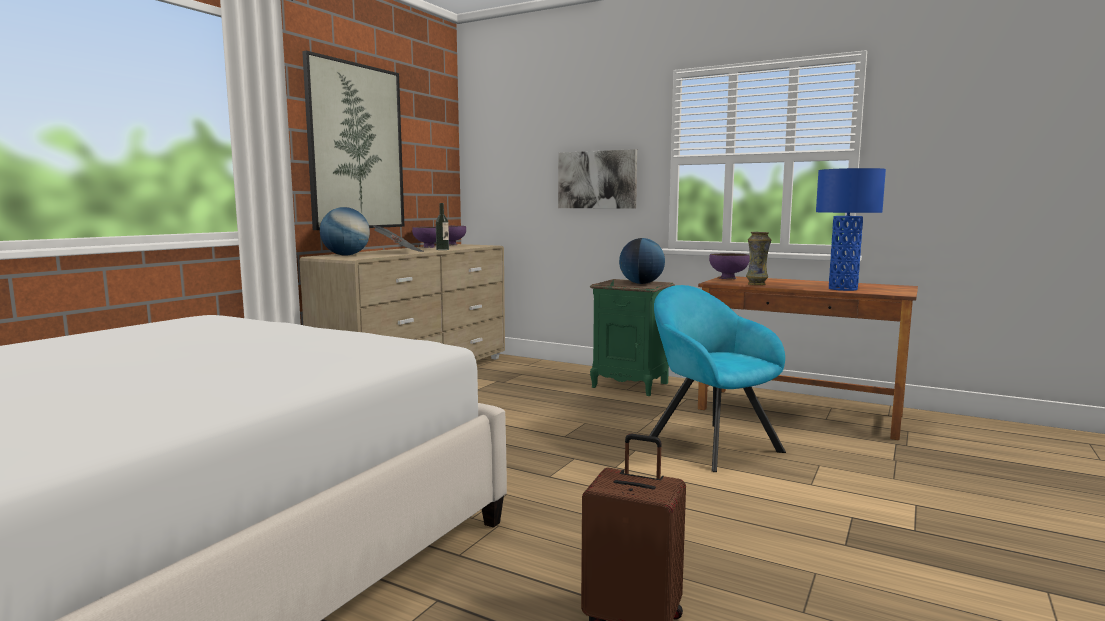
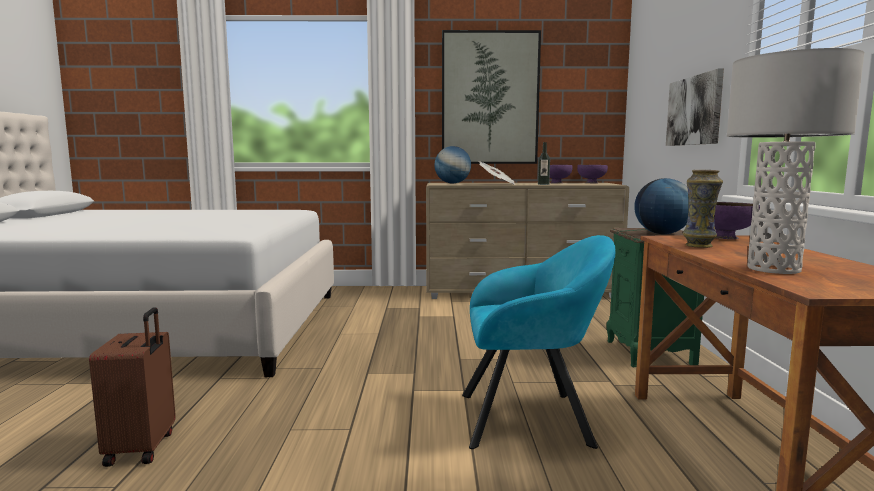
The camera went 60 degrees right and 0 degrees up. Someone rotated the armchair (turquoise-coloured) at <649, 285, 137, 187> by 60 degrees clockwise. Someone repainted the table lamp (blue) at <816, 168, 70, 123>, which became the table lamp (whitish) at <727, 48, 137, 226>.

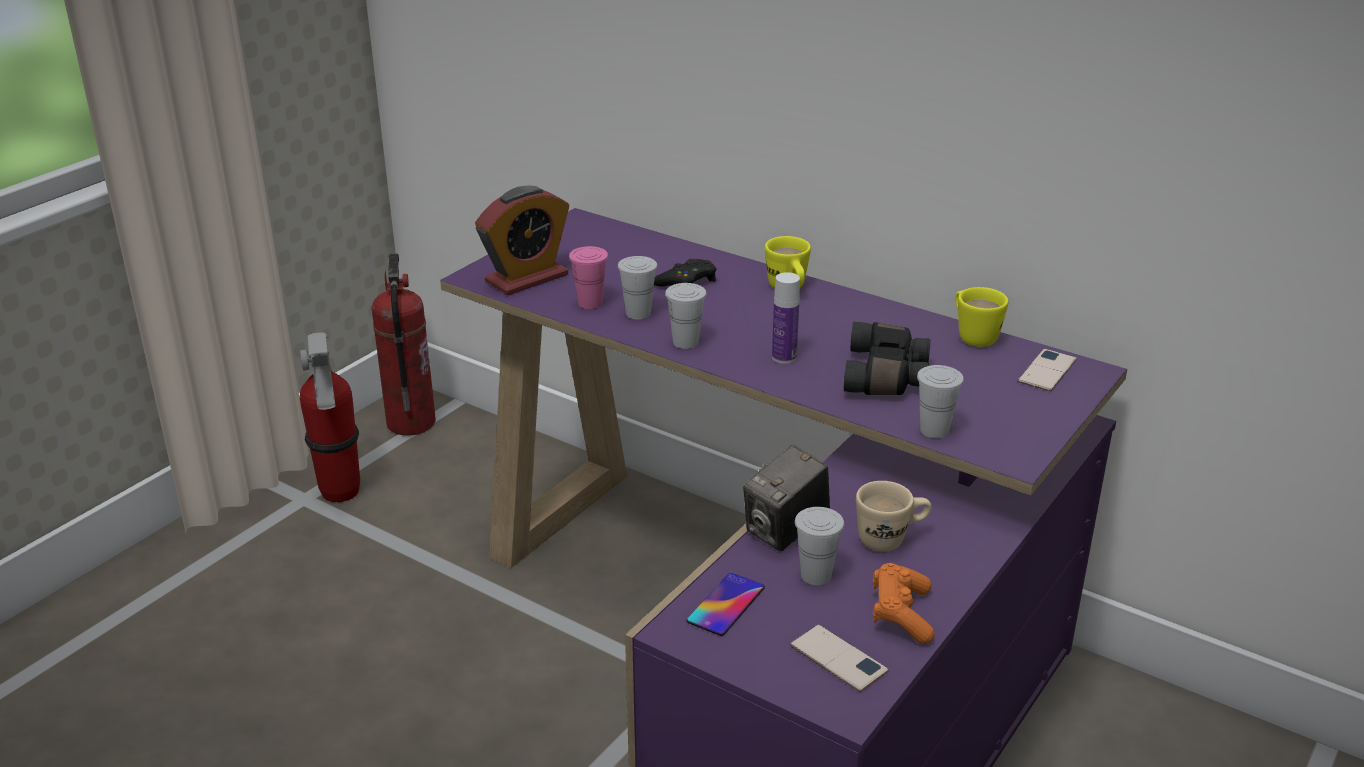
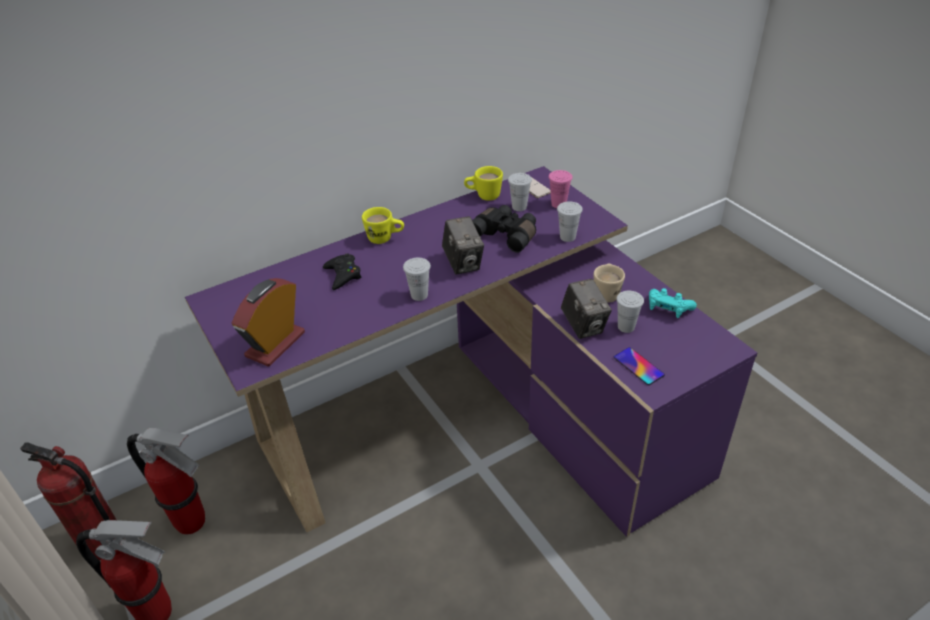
The camera went 65 degrees left and 10 degrees up. Someone rotated the bedside clock at <475, 185, 94, 111> by 135 degrees counterclockwise. Someone carried the small cup (pink-coloured) from <569, 246, 39, 63> to <549, 170, 24, 38>. Someone carried the small cup (whitish) from <618, 256, 39, 64> to <508, 173, 24, 38>. Someone swapped the drink bottle at <772, 272, 28, 92> for the photo camera at <442, 216, 42, 59>. Someone took away the handset at <790, 625, 98, 67>. Someone repainted the joypad (orange-coloured) at <873, 563, 61, 81>, which became the joypad (turquoise-coloured) at <649, 288, 48, 30>. Someone put down the extinguisher at <127, 428, 78, 106>.

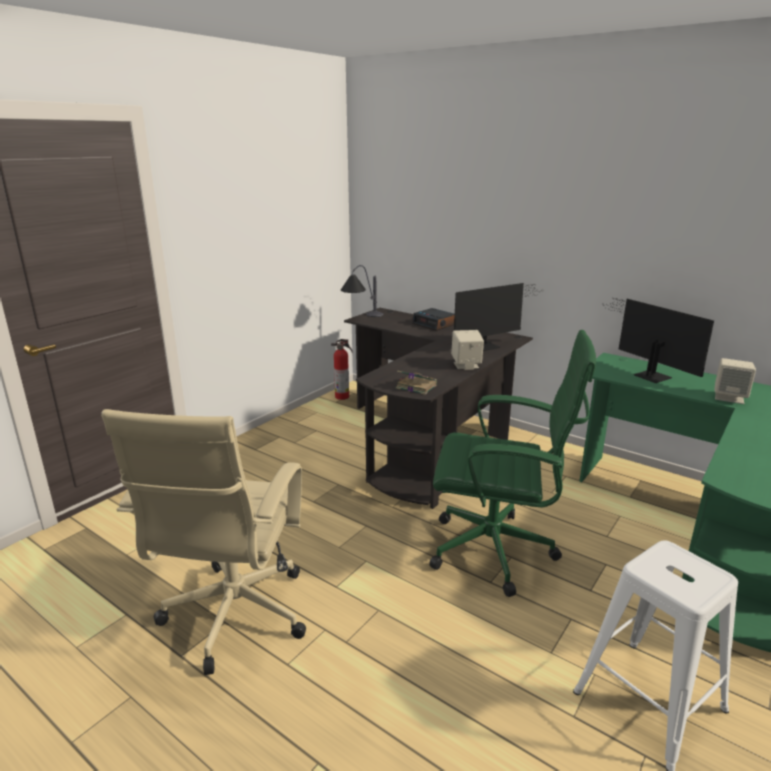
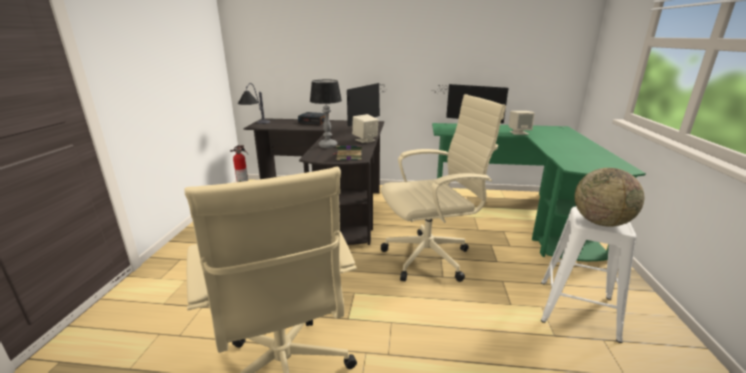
The camera went 30 degrees left and 0 degrees up. Someone repainted the office chair (green-coloured) at <429, 330, 167, 267>, which became the office chair (beige-coloured) at <381, 94, 125, 188>. Someone put down the table lamp at <310, 79, 32, 69>. Someone put down the desk globe at <575, 168, 69, 59>.

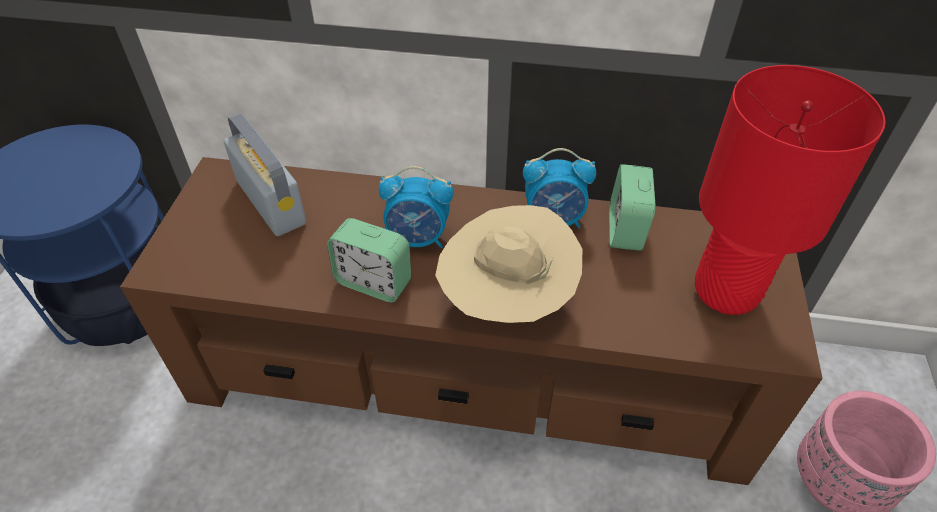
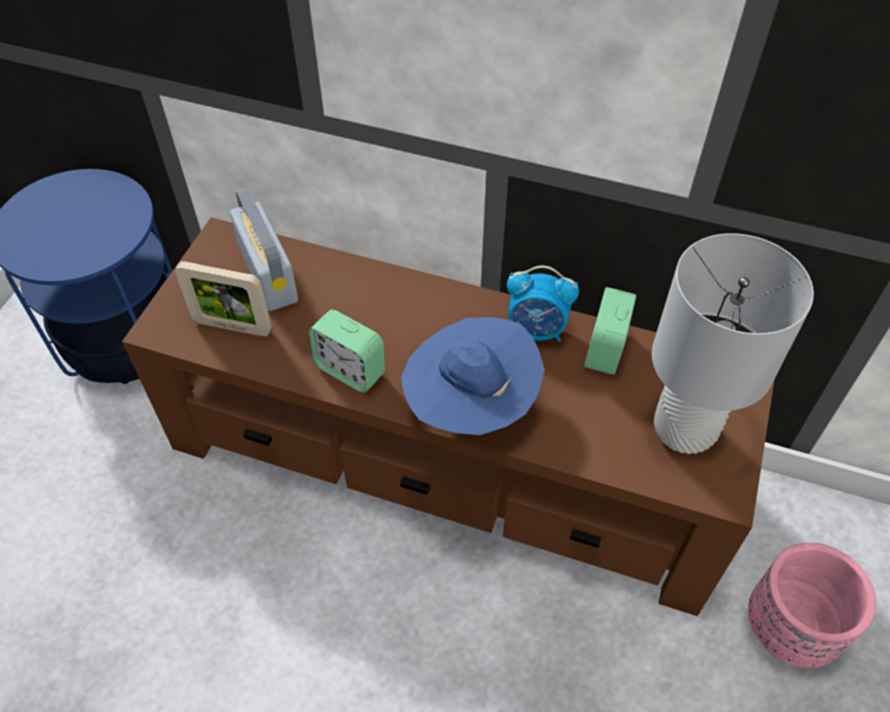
The camera went 10 degrees right and 5 degrees up. Someone took away the bedside clock at <379, 166, 74, 82>. Someone repainted the wearable hat (beige-coloured) at <435, 205, 147, 118>, which became the wearable hat (blue) at <401, 317, 144, 118>. Someone repainted the table lamp (red-coloured) at <695, 65, 190, 250>, which became the table lamp (greyish) at <652, 233, 162, 221>. Someone put down the picture frame at <175, 261, 97, 76>.

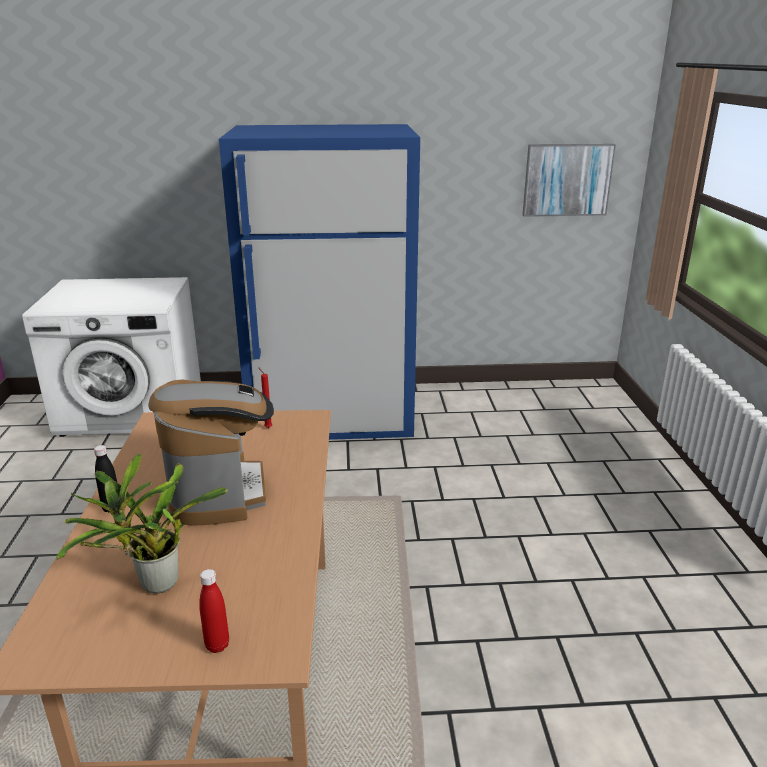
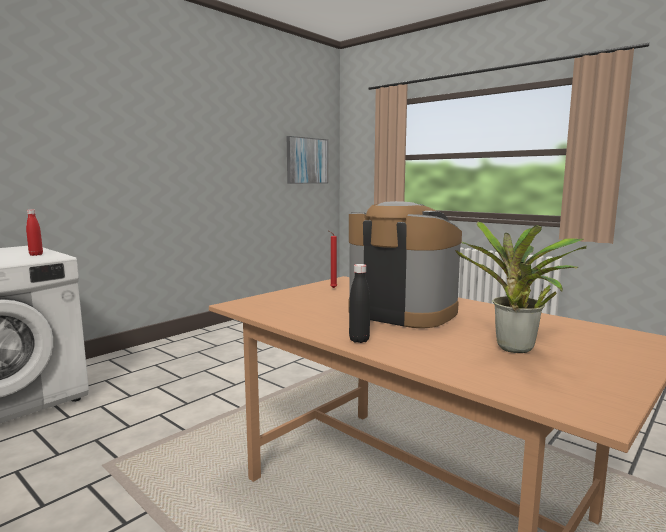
The camera went 45 degrees left and 15 degrees down. Someone carried the drink bottle (red-coloured) from <199, 569, 30, 84> to <26, 209, 17, 47>. Someone took away the fridge (blue) at <219, 124, 201, 316>.

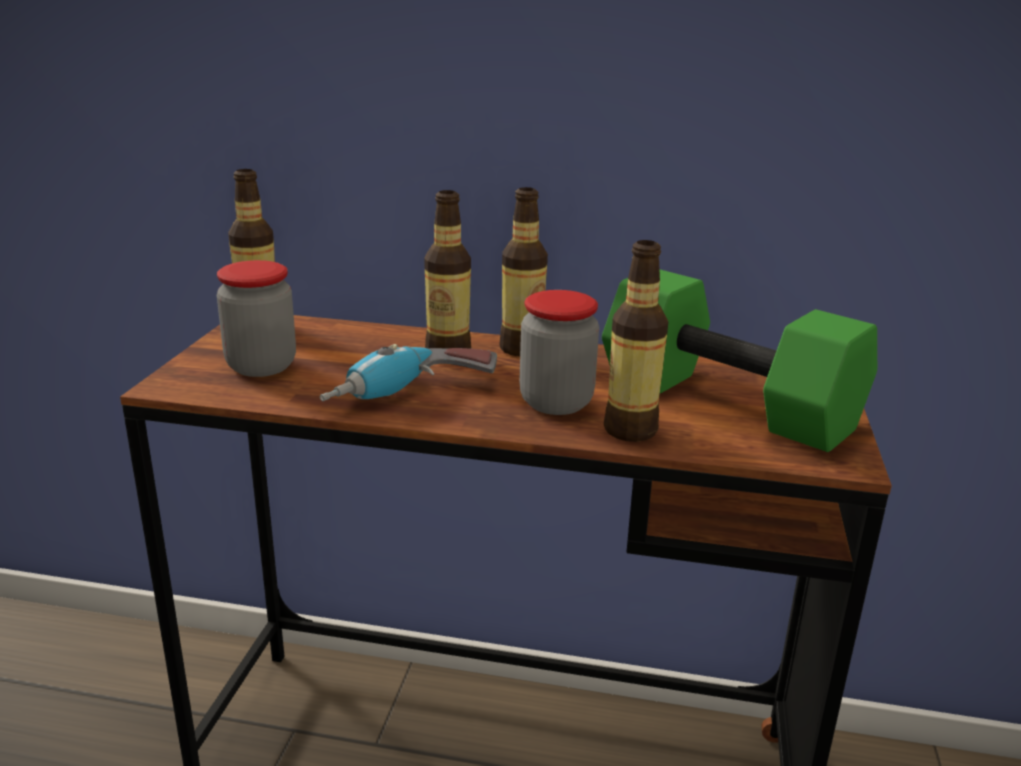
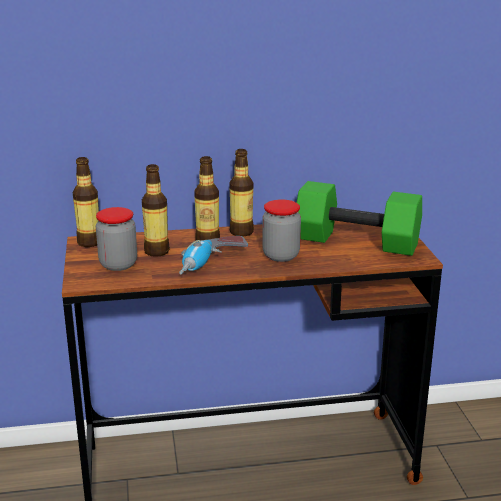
The camera went 20 degrees left and 0 degrees up. Someone carried the drink bottle from <604, 240, 64, 202> to <142, 164, 28, 93>.

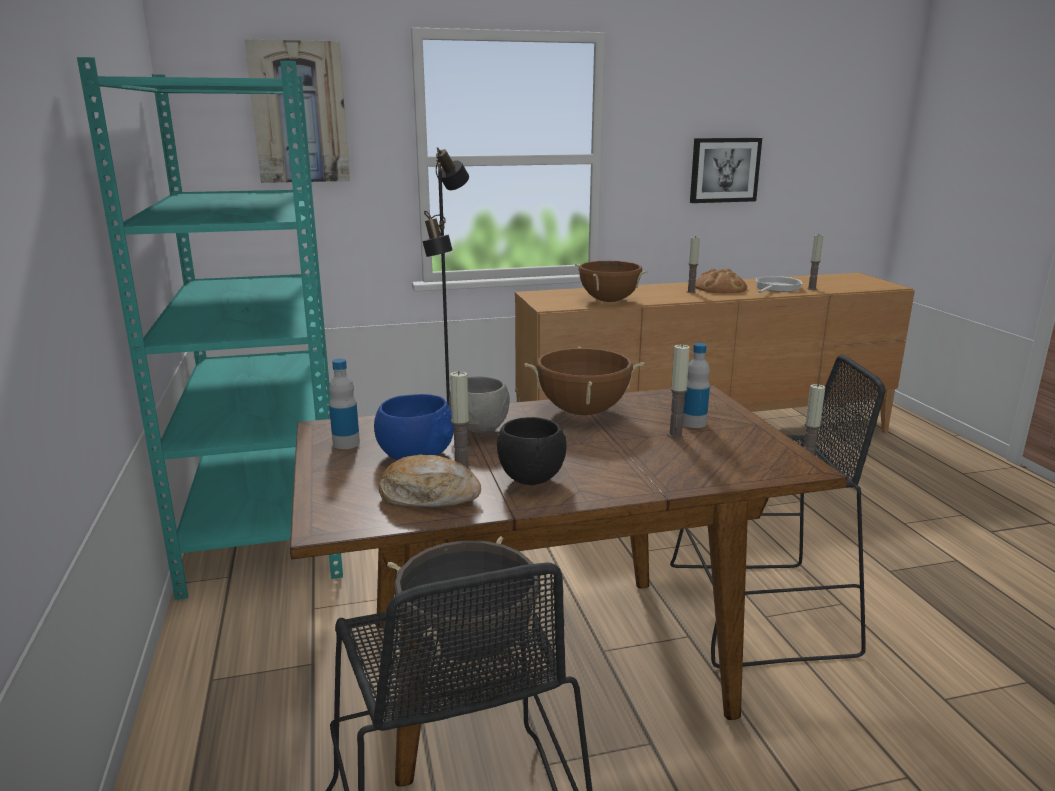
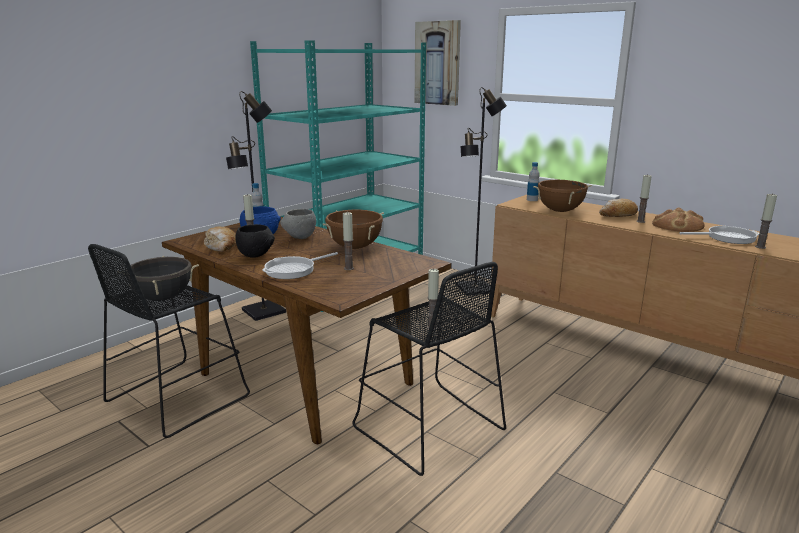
The camera went 55 degrees right and 0 degrees up. Someone carried the drink bottle from <683, 343, 27, 85> to <527, 162, 13, 39>. Someone took away the wall picture at <690, 138, 72, 65>. Someone put down the standard lamp (blackish) at <226, 91, 60, 230>. Someone put down the pan at <262, 252, 76, 27>. Someone put down the bakery bread at <599, 199, 39, 18>.

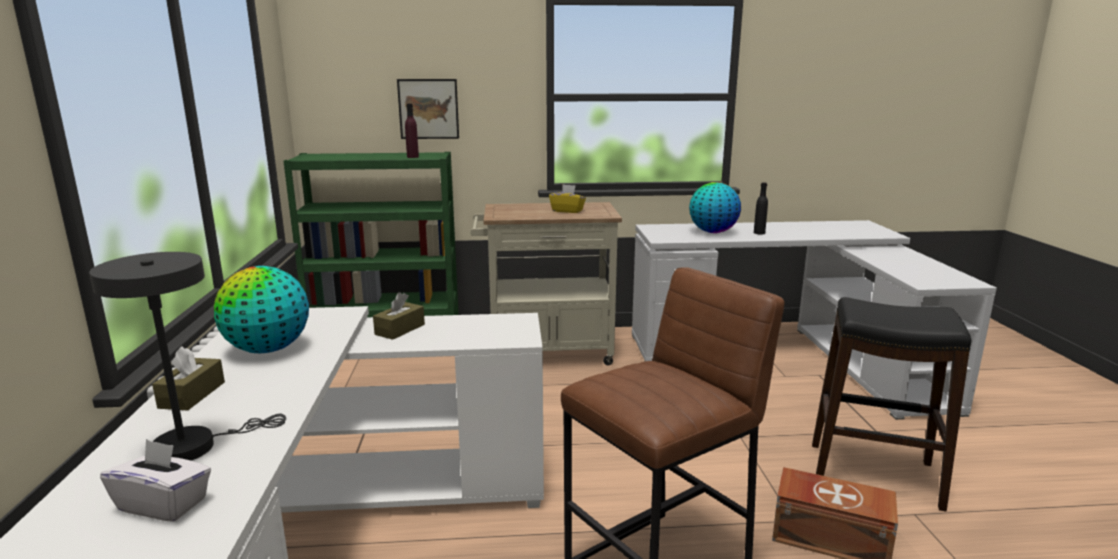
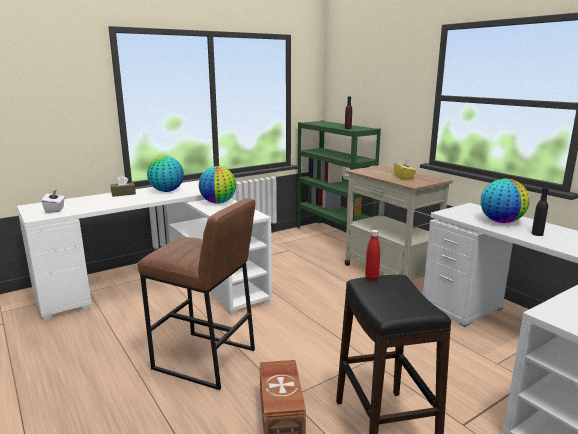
The camera went 60 degrees right and 0 degrees up. Someone took away the table lamp (greyish) at <89, 252, 197, 209>. Someone swapped the box of tissues (brownish) at <373, 292, 52, 48> for the desk globe at <199, 166, 37, 38>. Someone took away the wall picture at <397, 79, 62, 60>. Someone put down the drink bottle (red-coloured) at <365, 230, 15, 51>.

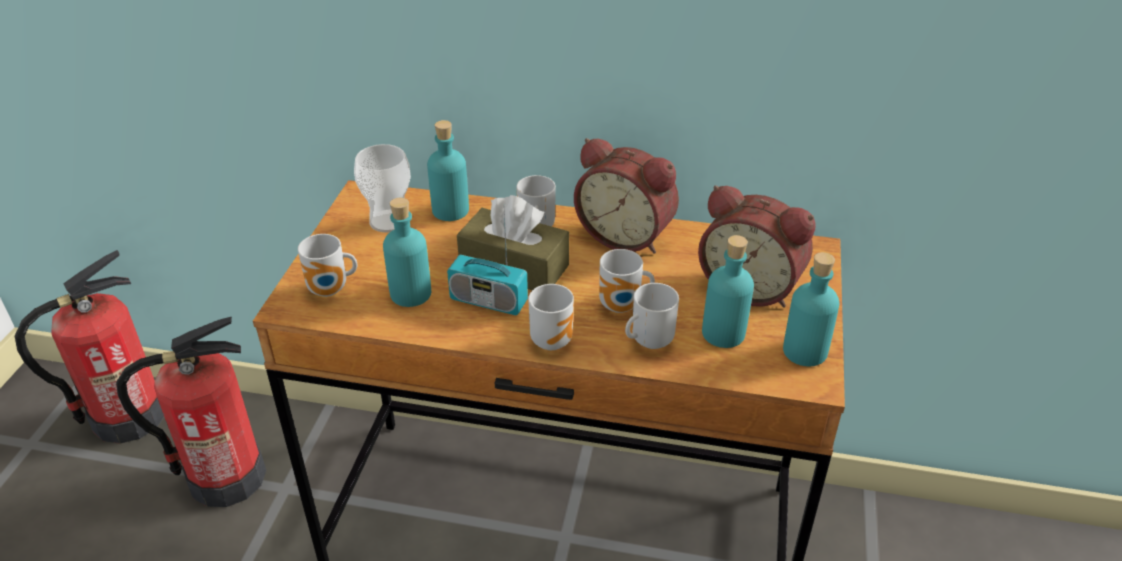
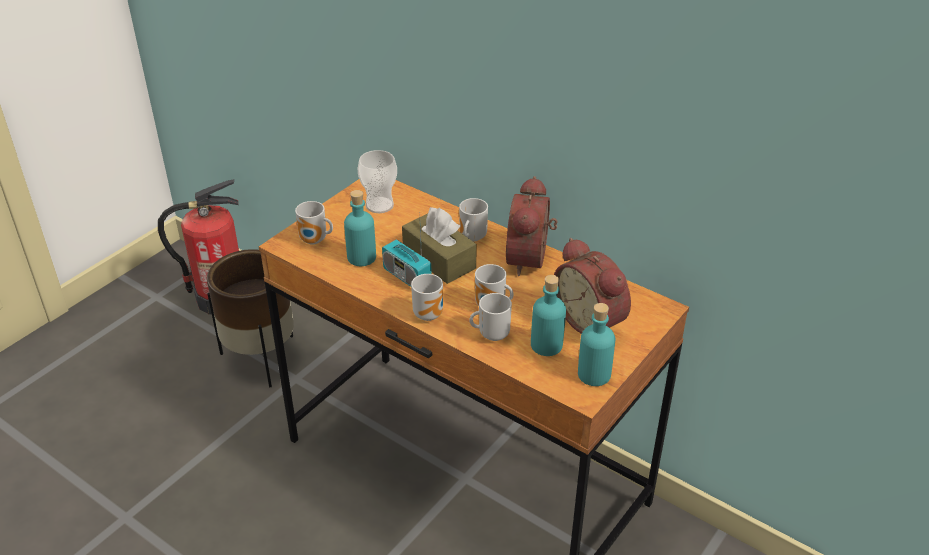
The camera went 25 degrees right and 0 degrees up. Someone swapped the extinguisher at <116, 317, 150, 190> for the planter (brownish) at <207, 249, 87, 139>. Someone took away the drink bottle (turquoise-coloured) at <427, 120, 42, 101>. Someone rotated the bedside clock at <574, 138, 105, 116> by 45 degrees clockwise.

